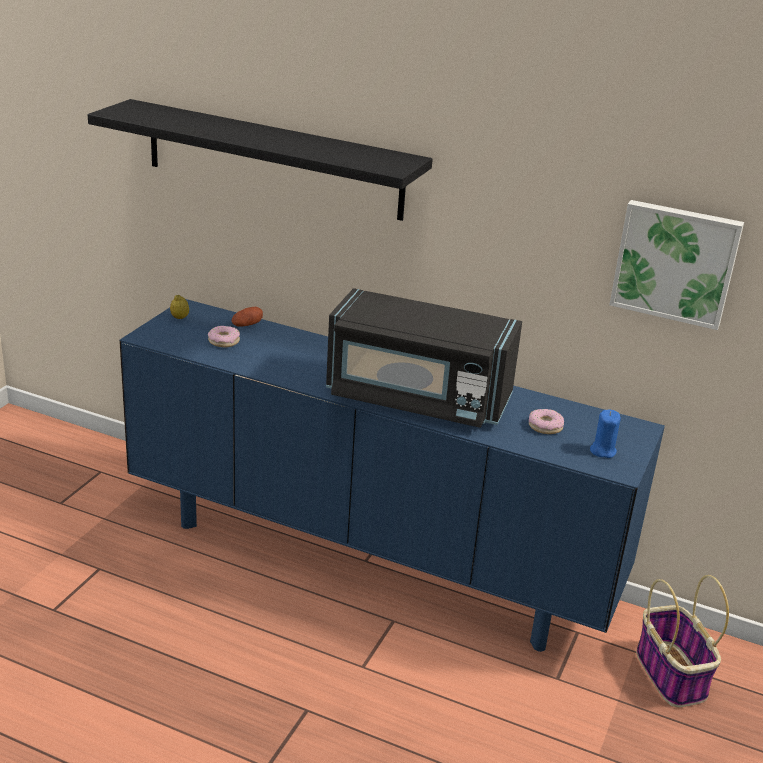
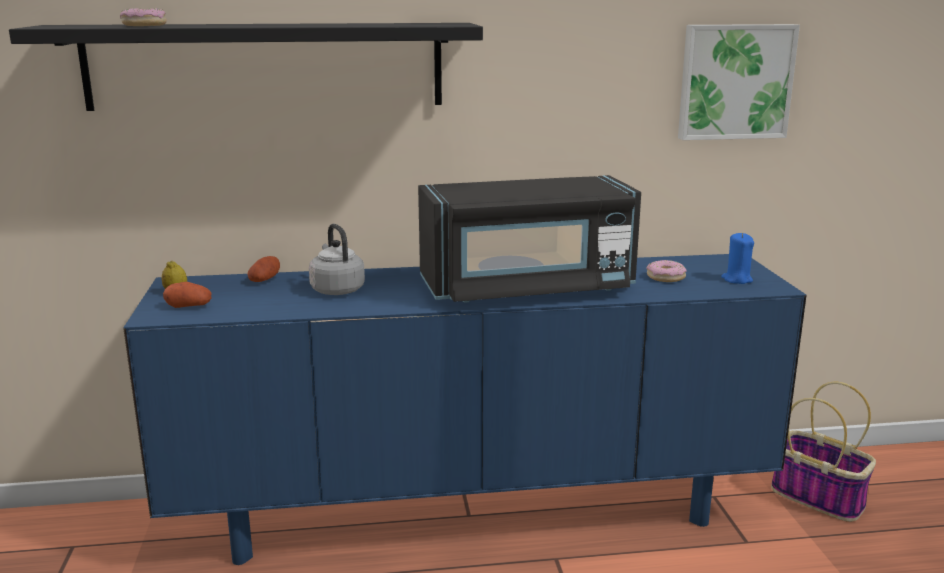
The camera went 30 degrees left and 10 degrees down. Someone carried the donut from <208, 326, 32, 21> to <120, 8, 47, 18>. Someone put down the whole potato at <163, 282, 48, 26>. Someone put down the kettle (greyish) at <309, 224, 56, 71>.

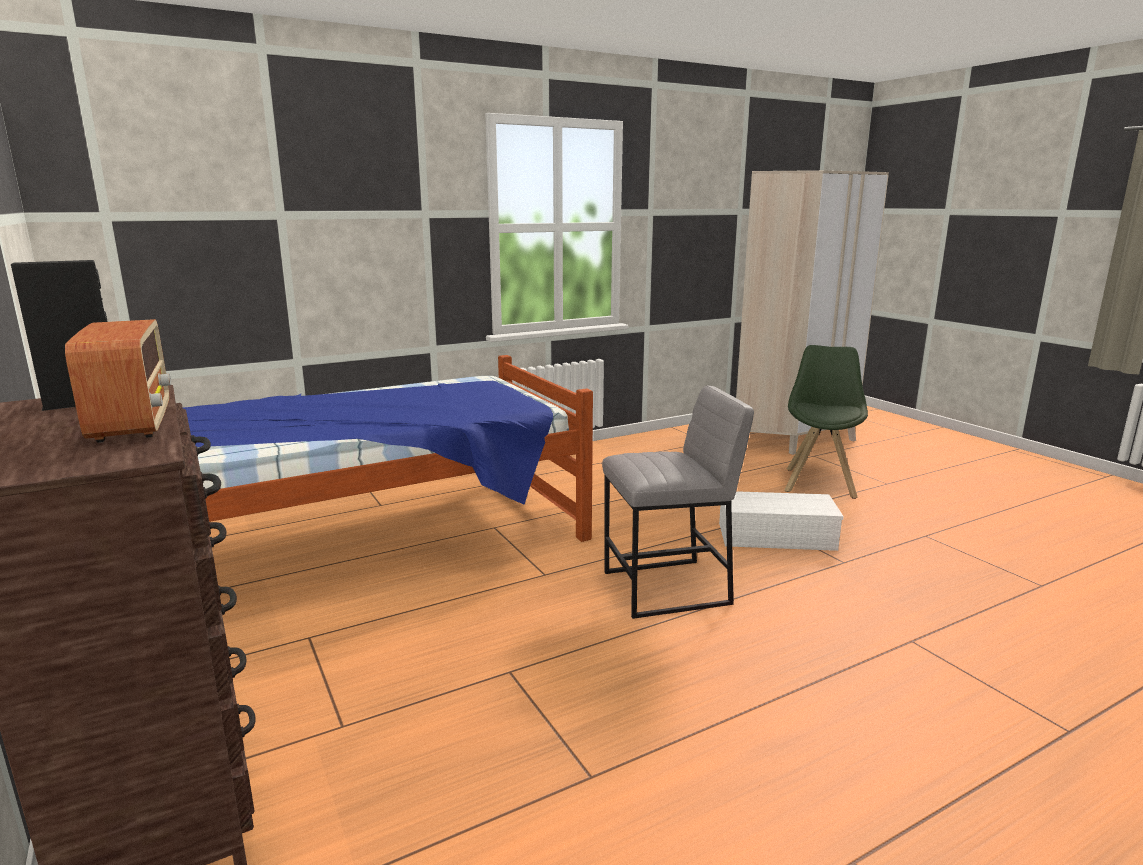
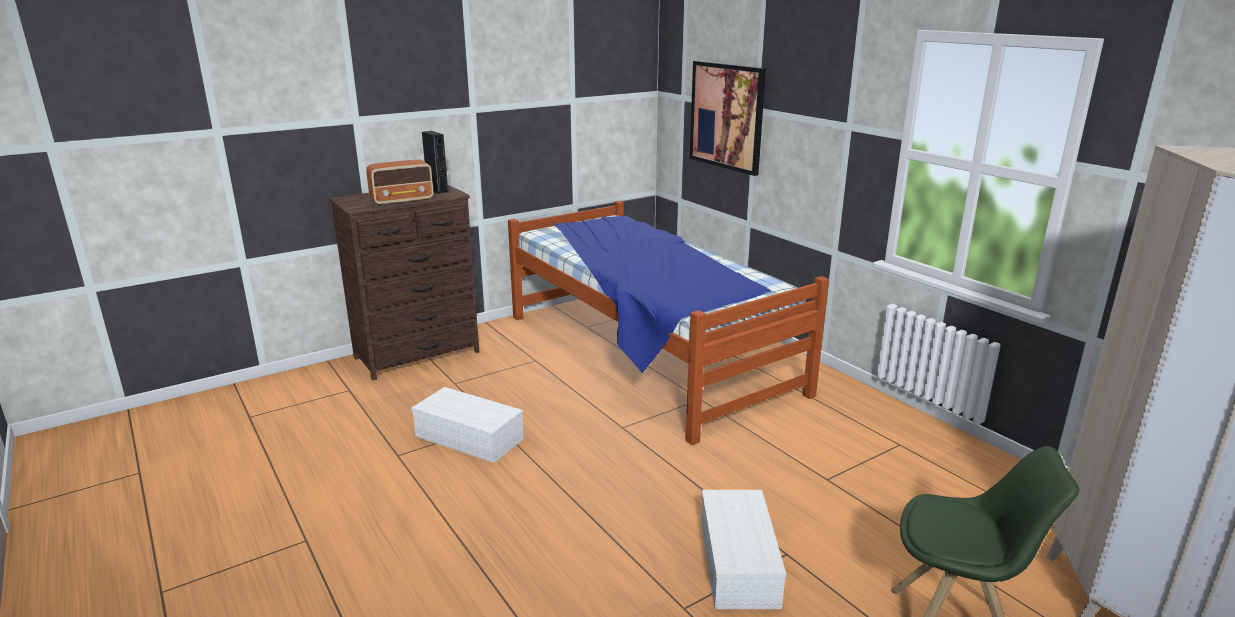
The camera went 85 degrees right and 5 degrees up. Someone took away the plain chair (greyish) at <602, 385, 152, 234>. Someone put down the storage bin (whitish) at <411, 387, 113, 76>. Someone put up the wall picture at <690, 61, 76, 115>.

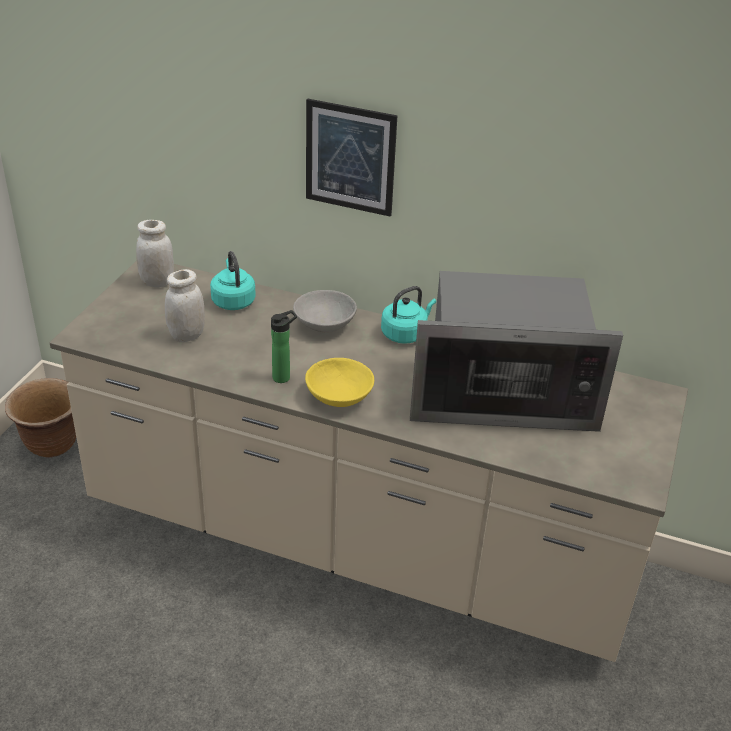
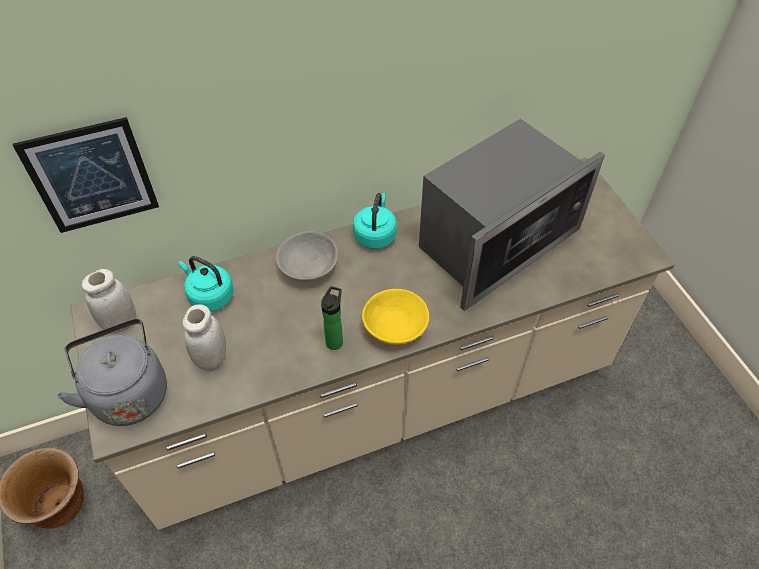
The camera went 40 degrees left and 15 degrees up. Someone carried the wall picture from <306, 98, 92, 119> to <13, 117, 146, 116>. Someone put down the kettle (greyish) at <56, 319, 111, 107>.

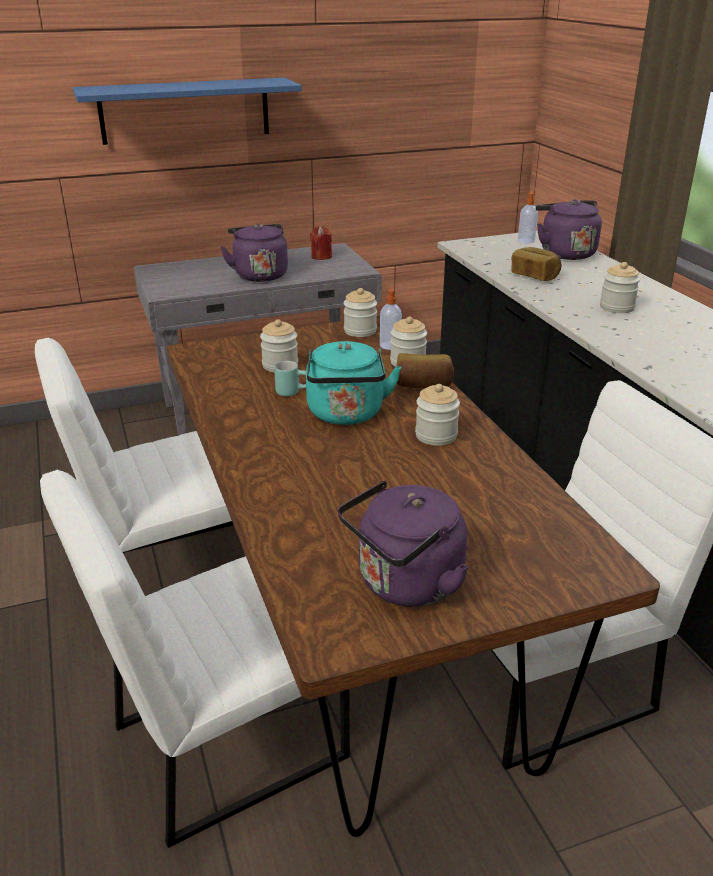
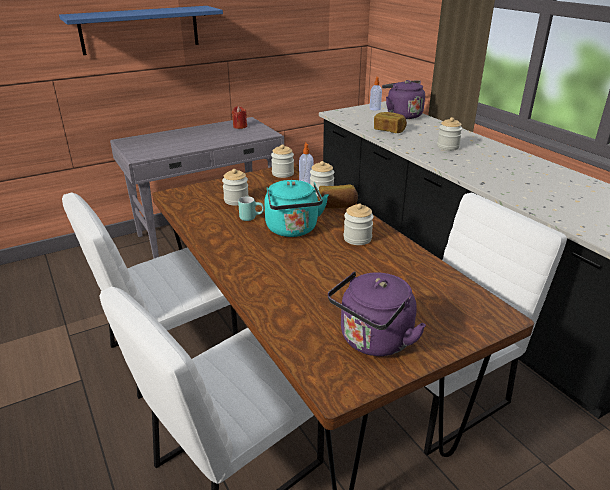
The camera went 10 degrees left and 0 degrees up. Someone took away the kettle (purple-coloured) at <221, 223, 67, 59>.

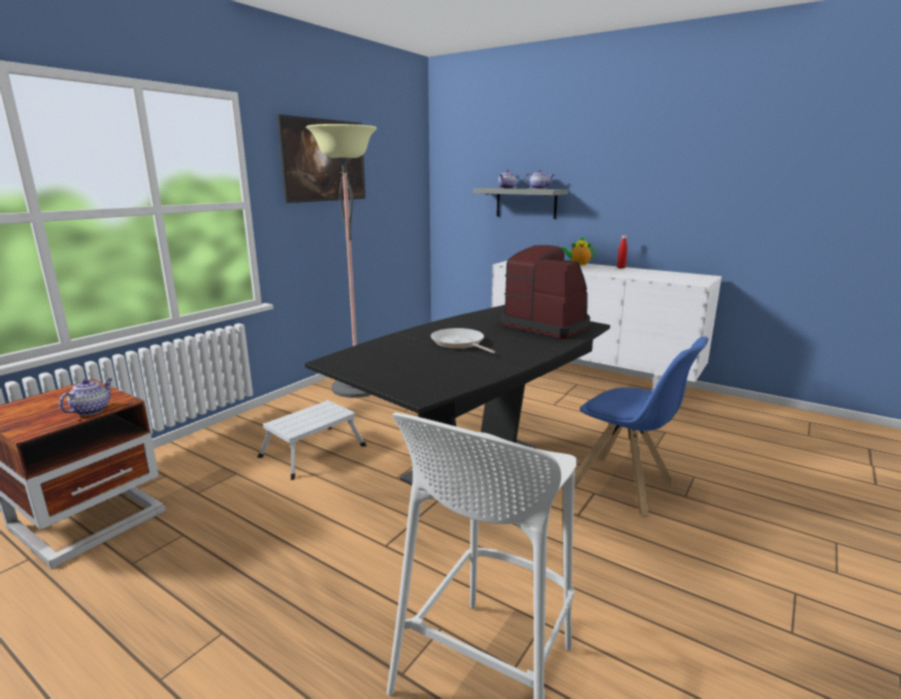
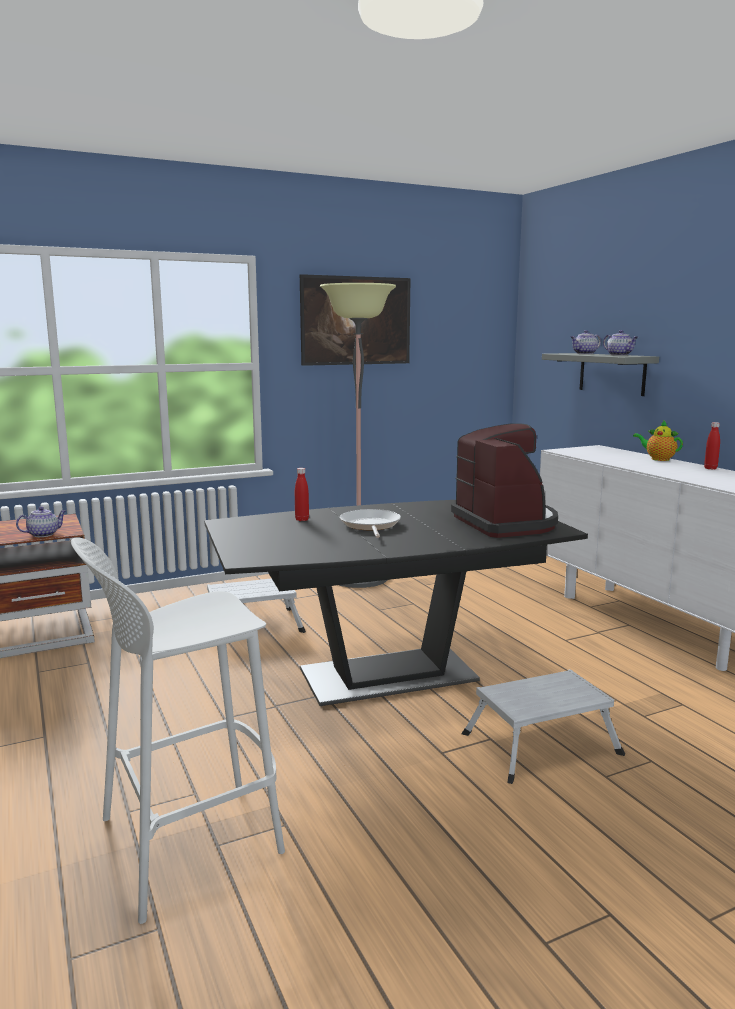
The camera went 30 degrees right and 5 degrees down. Someone swapped the plain chair (blue) at <574, 337, 134, 180> for the step stool (whitish) at <461, 669, 164, 115>. Someone put down the drink bottle (red-coloured) at <295, 468, 14, 53>.

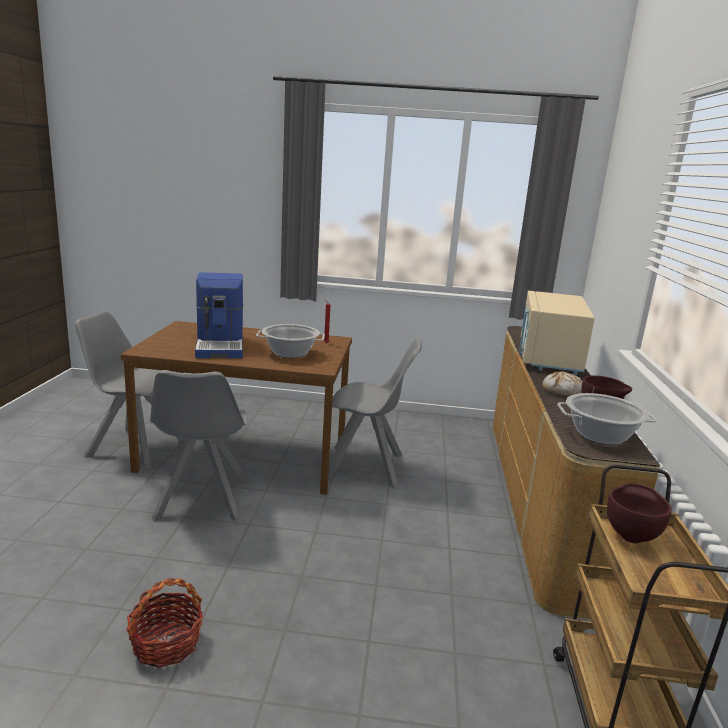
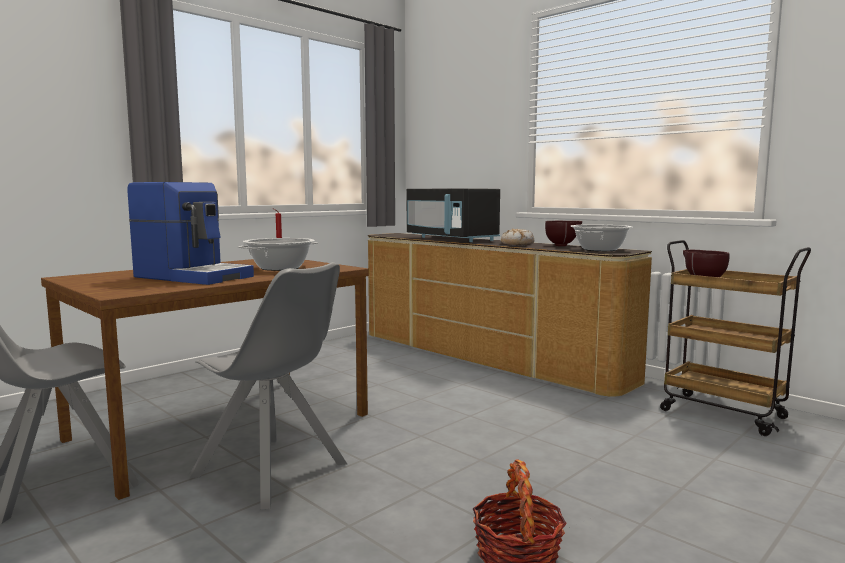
The camera went 50 degrees left and 10 degrees down. Someone took away the plain chair (greyish) at <328, 338, 94, 150>. Someone repainted the kitchen microwave (beige-coloured) at <519, 291, 76, 84>, which became the kitchen microwave (blackish) at <407, 188, 93, 54>.

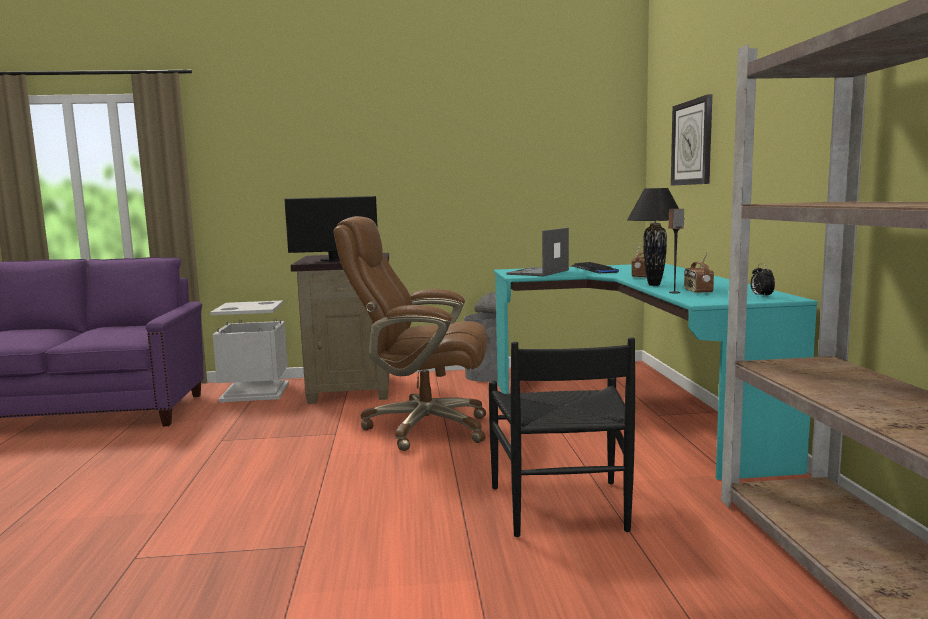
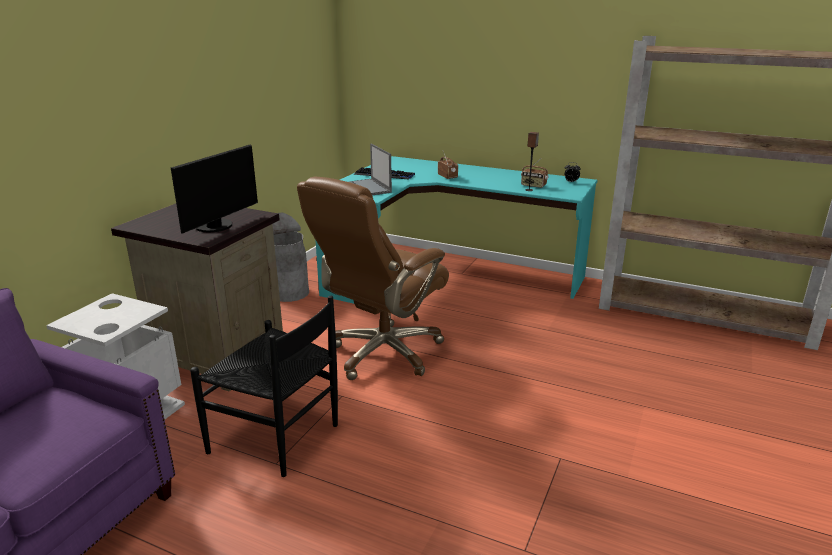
The camera went 60 degrees left and 15 degrees up. Someone carried the plain chair (blackish) from <489, 338, 146, 199> to <190, 296, 148, 181>. Someone took away the table lamp (blackish) at <627, 188, 52, 98>. Someone took away the clock on the wall at <671, 94, 41, 91>.

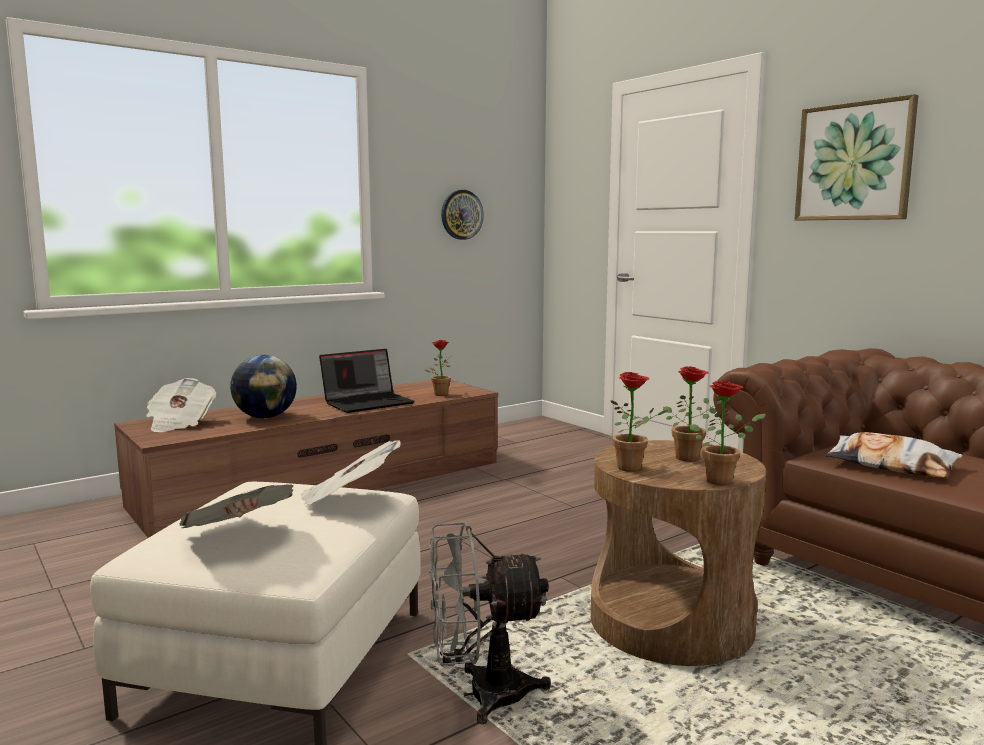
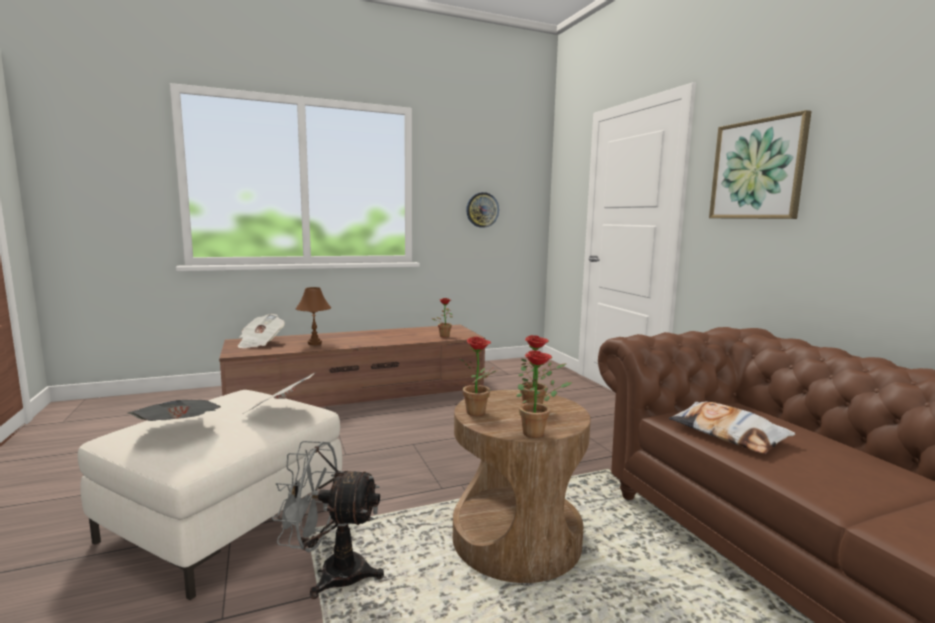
The camera went 15 degrees right and 0 degrees up. Someone swapped the desk globe at <230, 355, 67, 63> for the table lamp (brownish) at <296, 287, 35, 58>. Someone took away the notebook computer at <319, 349, 96, 64>.

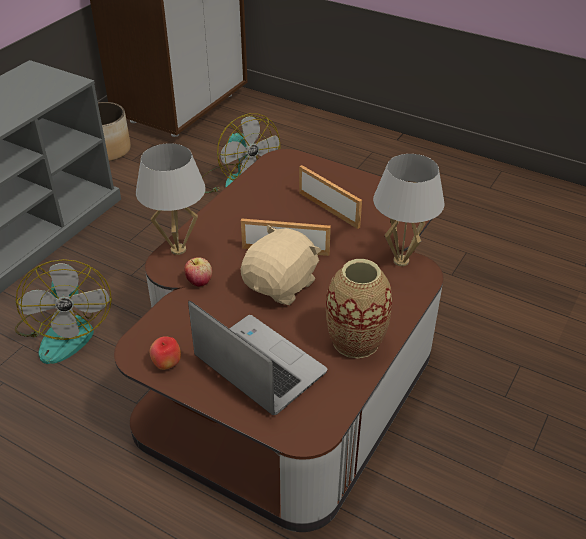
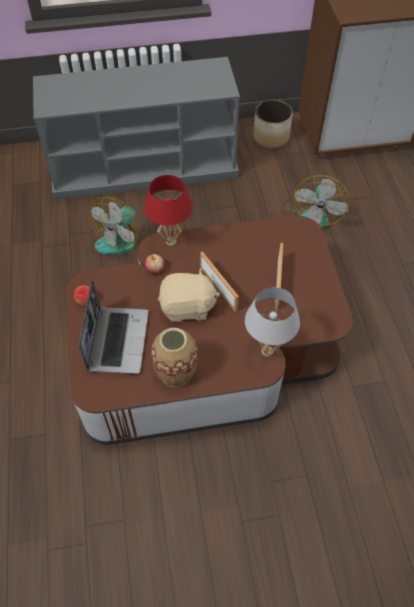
The camera went 50 degrees right and 15 degrees up. Someone repainted the table lamp (whitish) at <136, 143, 70, 112>, which became the table lamp (red-coloured) at <144, 175, 49, 71>.

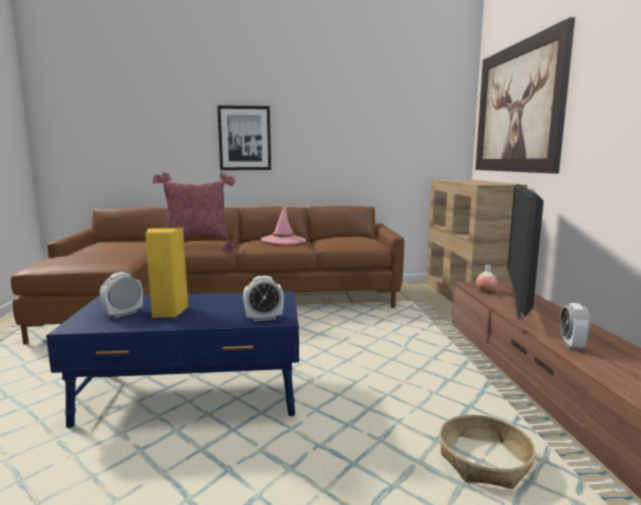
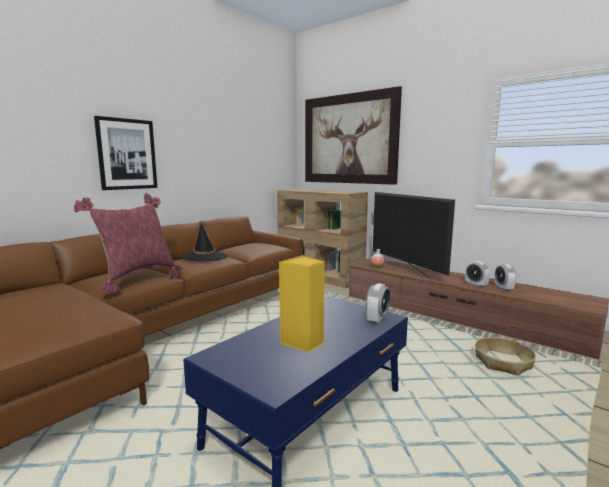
The camera went 45 degrees left and 0 degrees up. Someone carried the bedside clock from <100, 272, 43, 46> to <495, 264, 21, 27>. Someone repainted the wearable hat (pink-coloured) at <261, 206, 45, 38>, which became the wearable hat (blackish) at <181, 223, 47, 38>.

